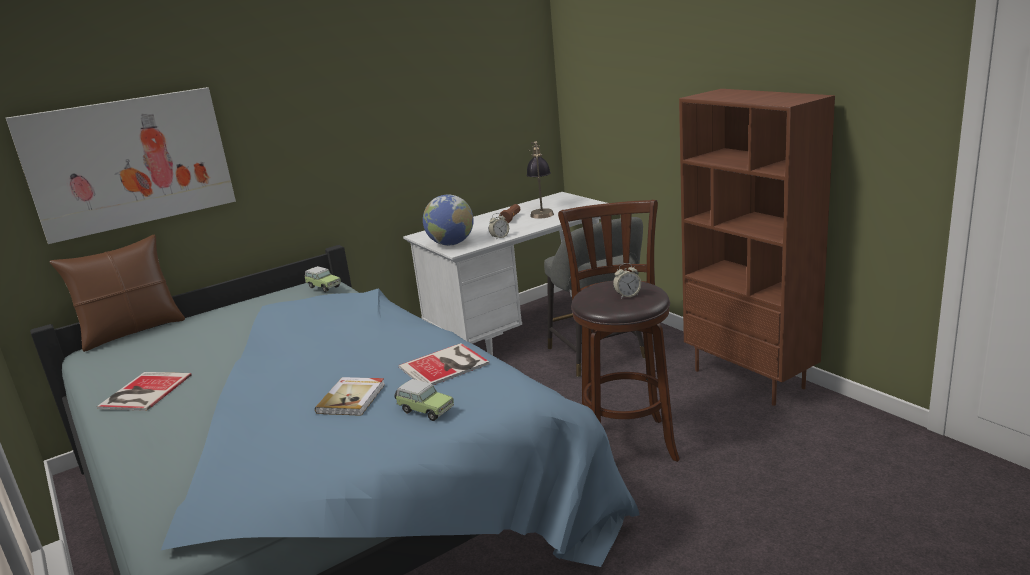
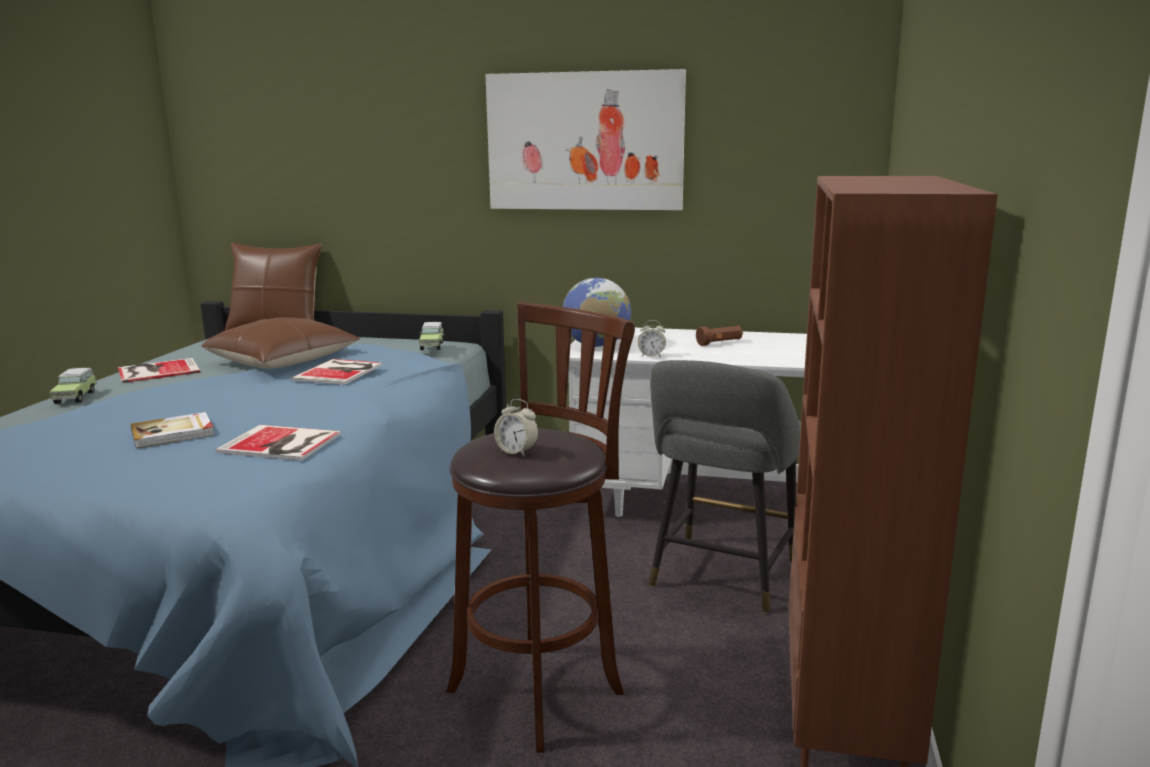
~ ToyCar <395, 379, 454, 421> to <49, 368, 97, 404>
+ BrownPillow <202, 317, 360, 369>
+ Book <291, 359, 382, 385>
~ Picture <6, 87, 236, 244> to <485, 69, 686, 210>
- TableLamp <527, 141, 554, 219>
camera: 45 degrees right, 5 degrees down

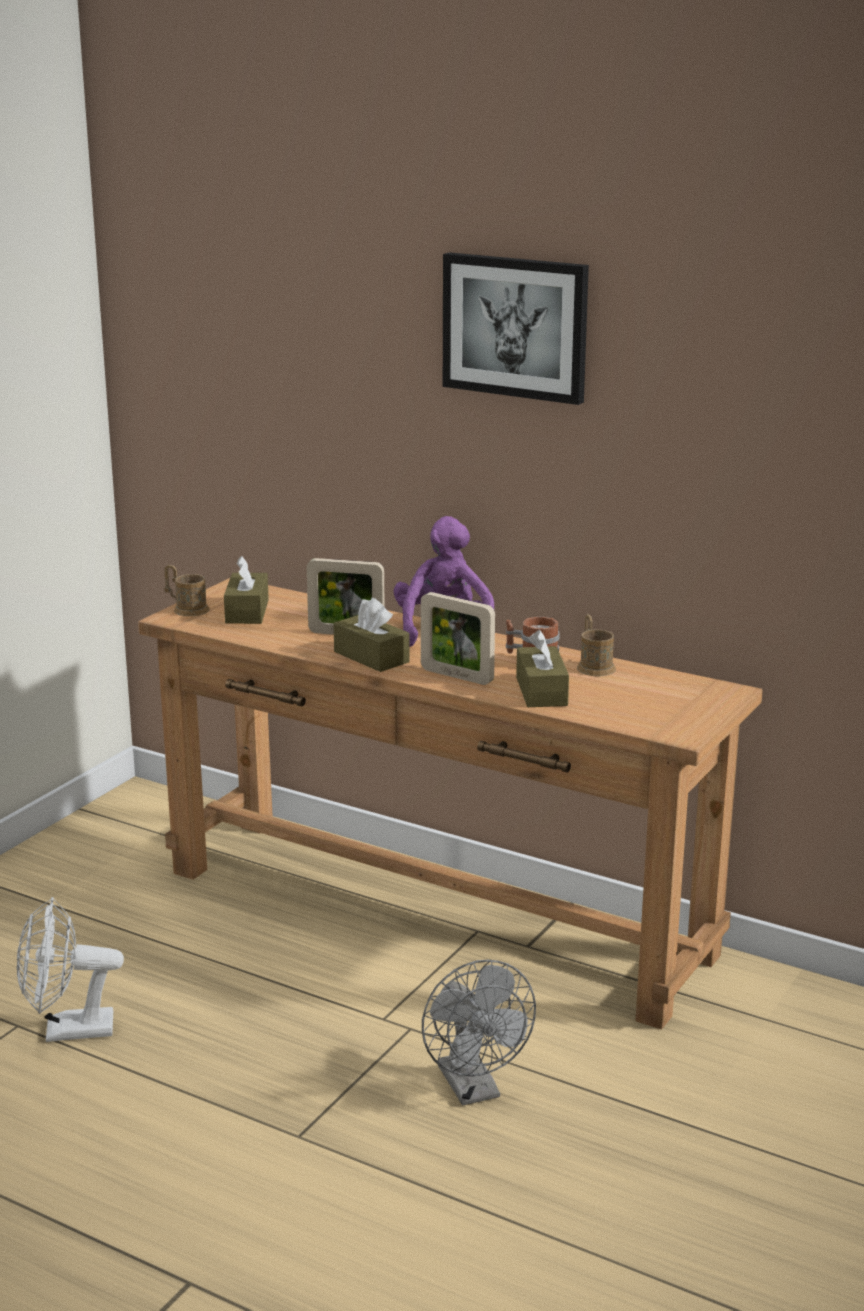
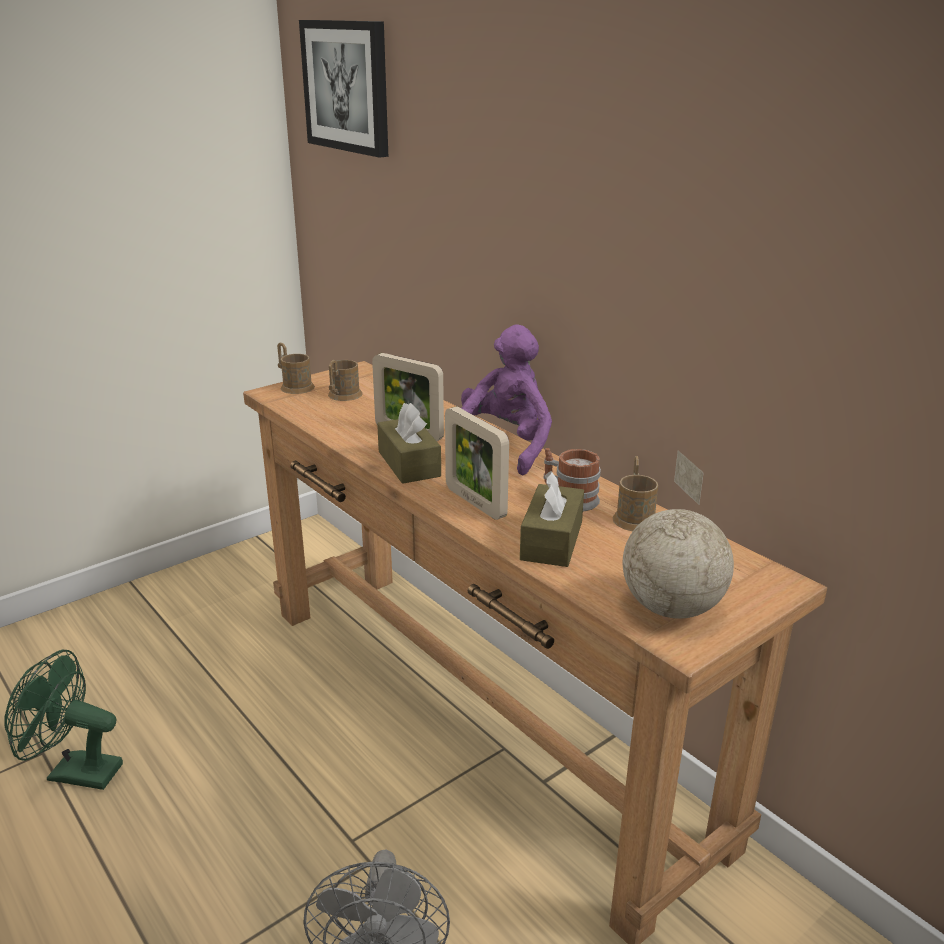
~ WhiteFan <17, 897, 124, 1042> to GreenFan <4, 650, 123, 790>
~ Picture <443, 252, 589, 405> to <299, 20, 388, 158>
~ BrownTissueBox <224, 556, 269, 624> to BrownMug <328, 360, 363, 401>
+ Globe <623, 451, 734, 619>
camera: 20 degrees right, 5 degrees up

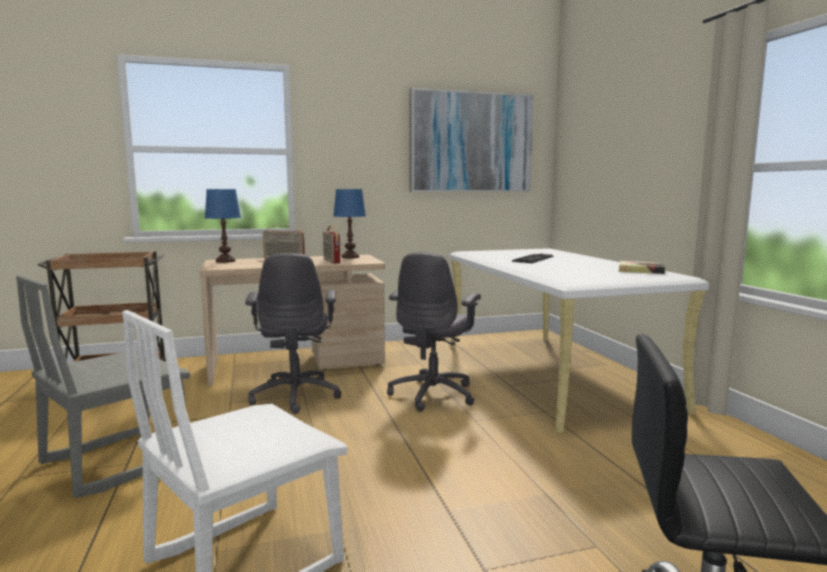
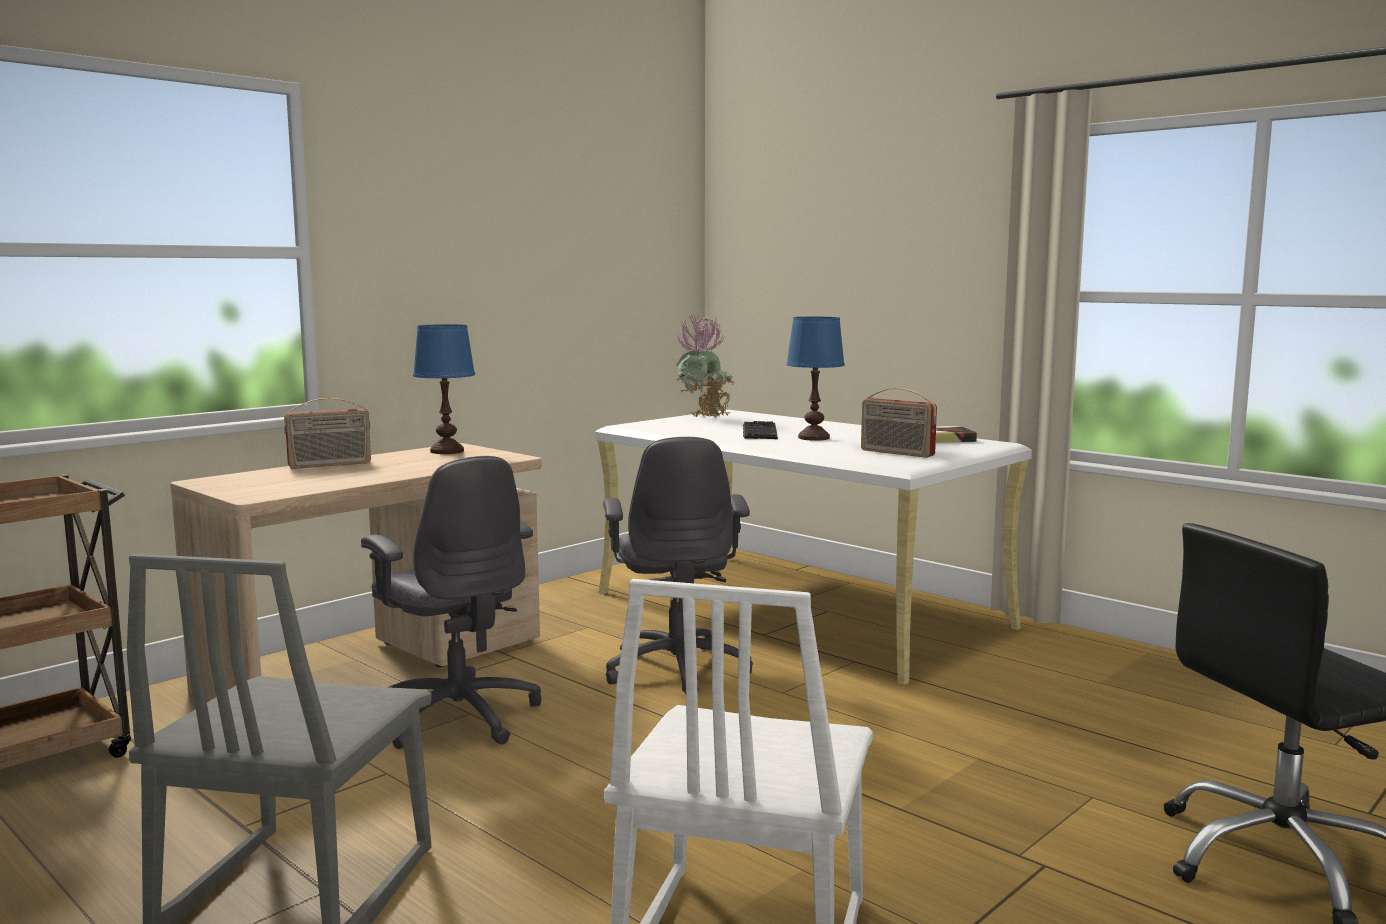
+ PottedPlant <674, 315, 735, 417>
~ BlueTableLamp <205, 189, 241, 263> to <786, 317, 845, 441>
~ Radio <323, 226, 341, 264> to <861, 388, 937, 458>
- Picture <409, 87, 534, 192>
camera: 30 degrees left, 0 degrees up

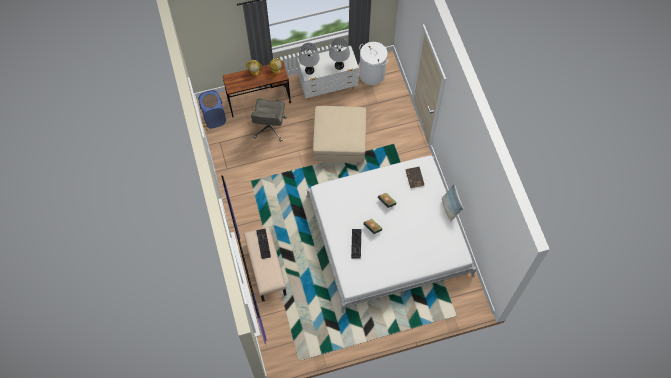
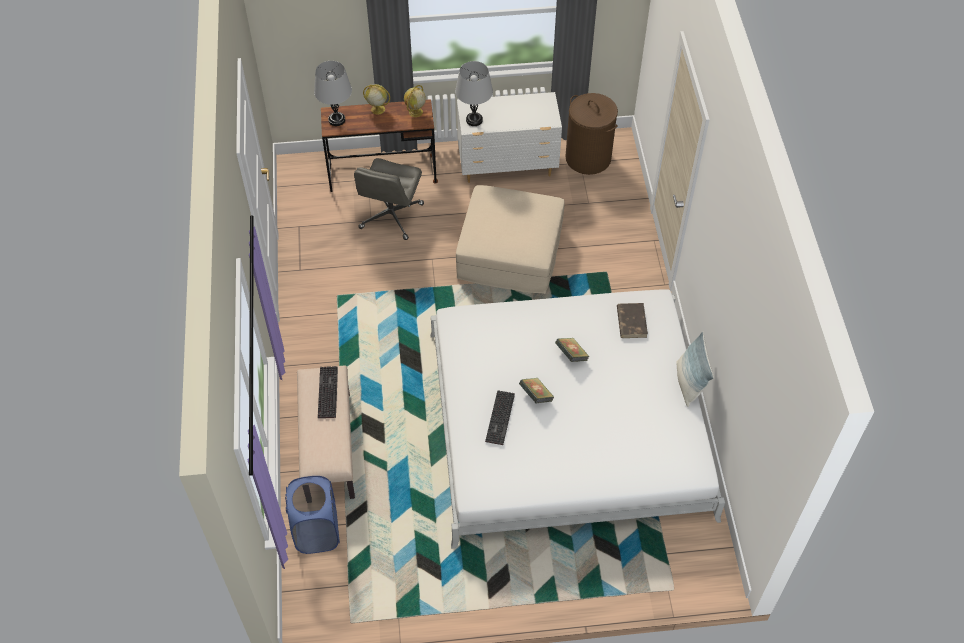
~ BlueLaundryBasket <198, 90, 226, 129> to <285, 476, 340, 554>
~ GreyTableLamp <329, 38, 350, 70> to <314, 61, 352, 126>
~ WhiteLaundryBasket <359, 42, 388, 85> to BrownLaundryBasket <565, 93, 618, 175>
camera: 10 degrees right, 10 degrees down

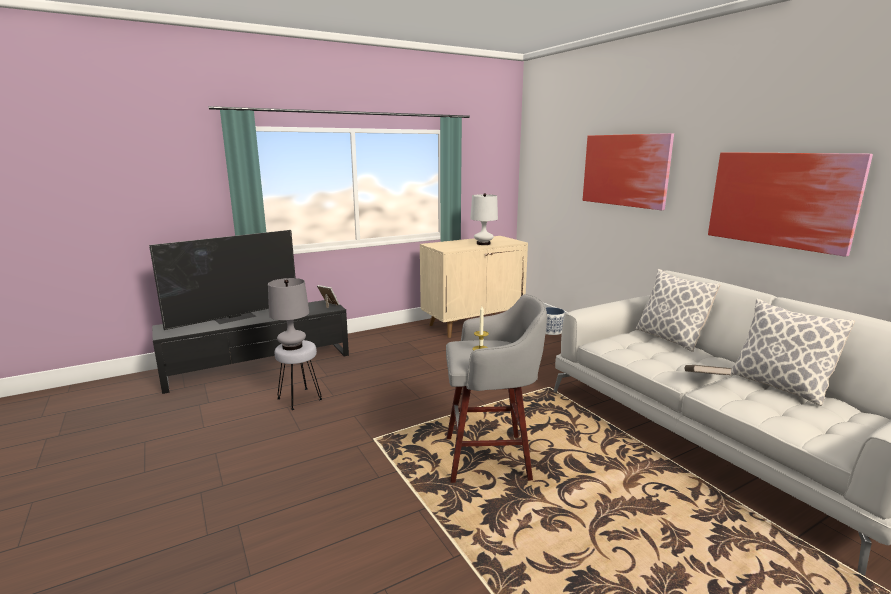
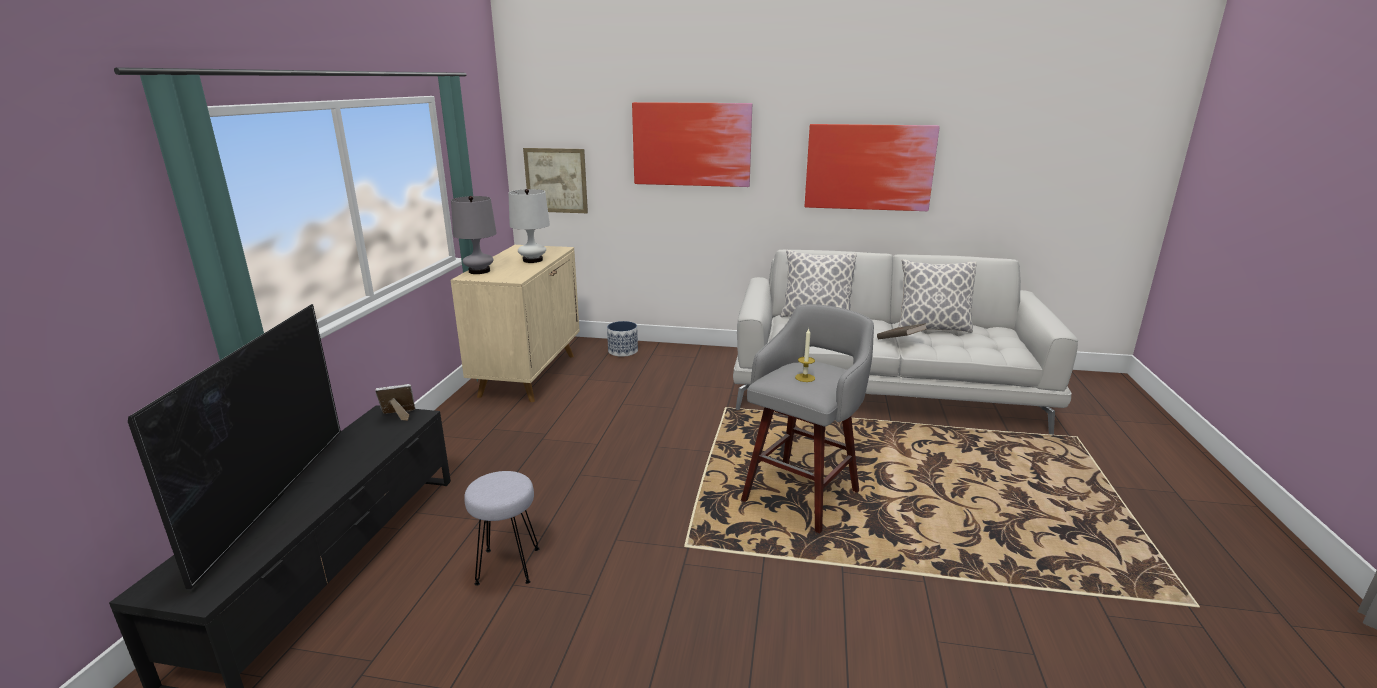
~ GreyTableLamp <268, 278, 309, 350> to <451, 196, 497, 274>
+ Picture <523, 148, 588, 213>
camera: 50 degrees left, 5 degrees up

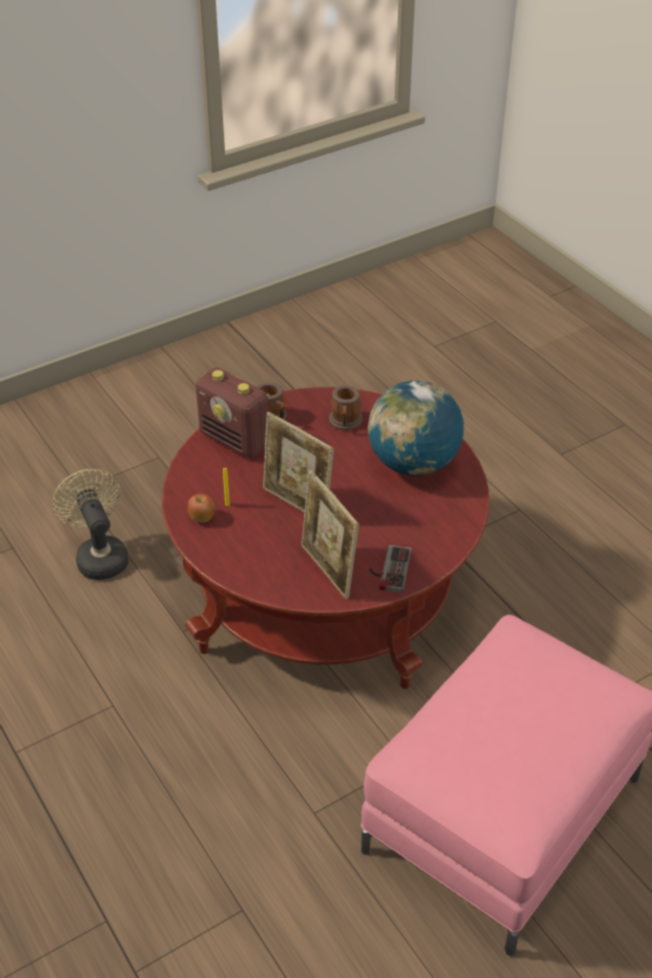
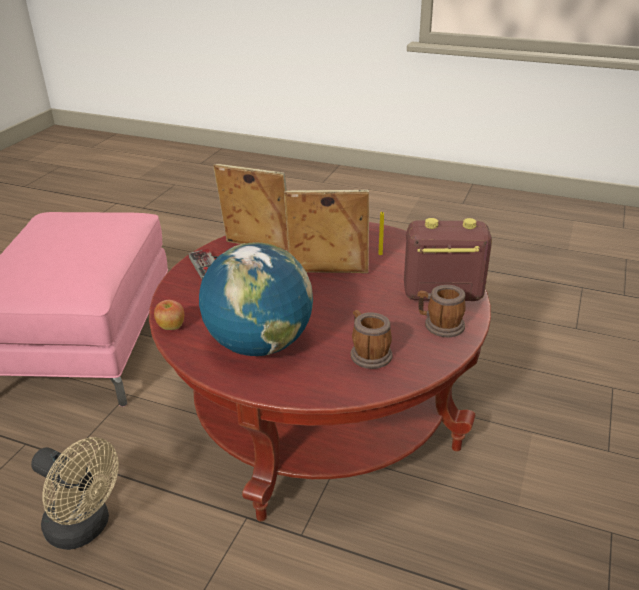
~ BeigeFan <52, 469, 129, 580> to <31, 437, 119, 550>
~ Apple <188, 494, 215, 523> to <154, 300, 184, 330>
camera: 145 degrees right, 10 degrees down

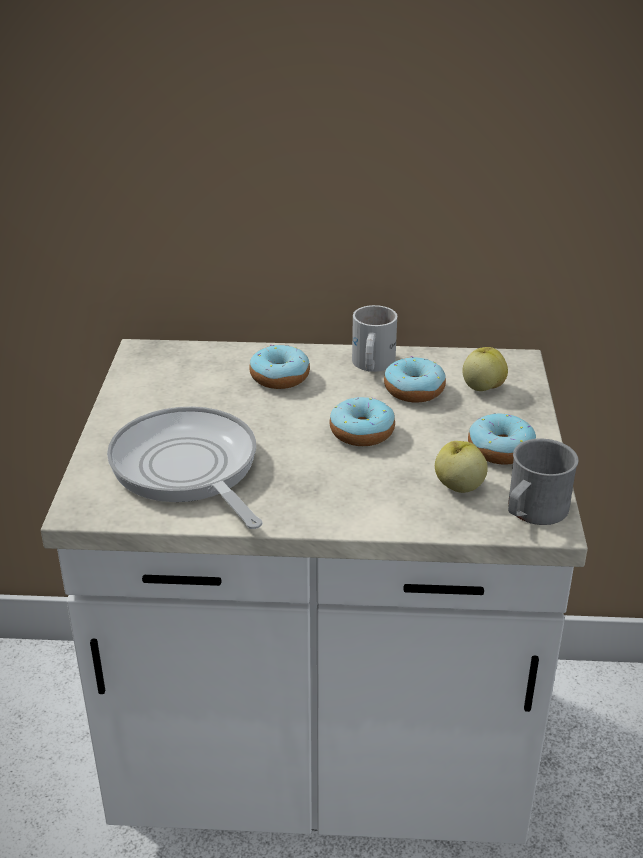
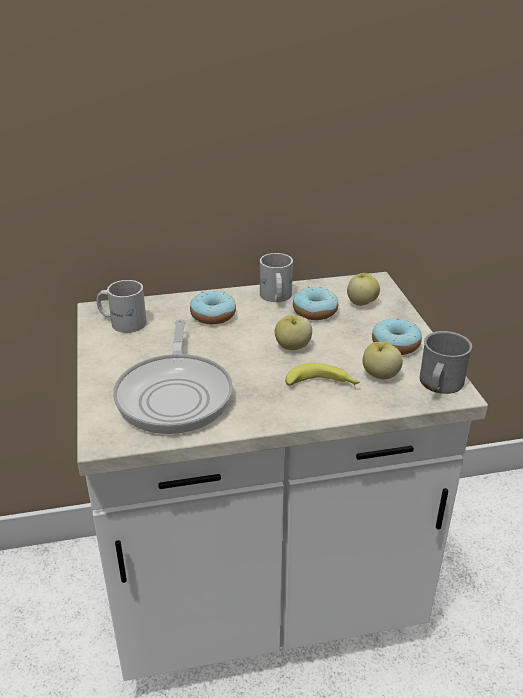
+ WhiteMug <97, 280, 147, 333>
~ FryingPan <107, 406, 262, 529> = <113, 319, 233, 434> 135 degrees counterclockwise
~ Donut <329, 397, 395, 446> to Apple <275, 315, 312, 350>
+ Banana <285, 363, 360, 386>
camera: 15 degrees left, 0 degrees up

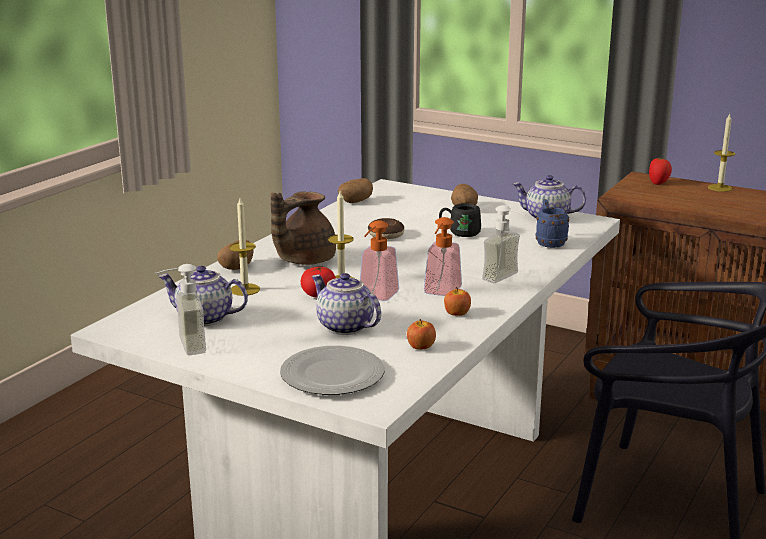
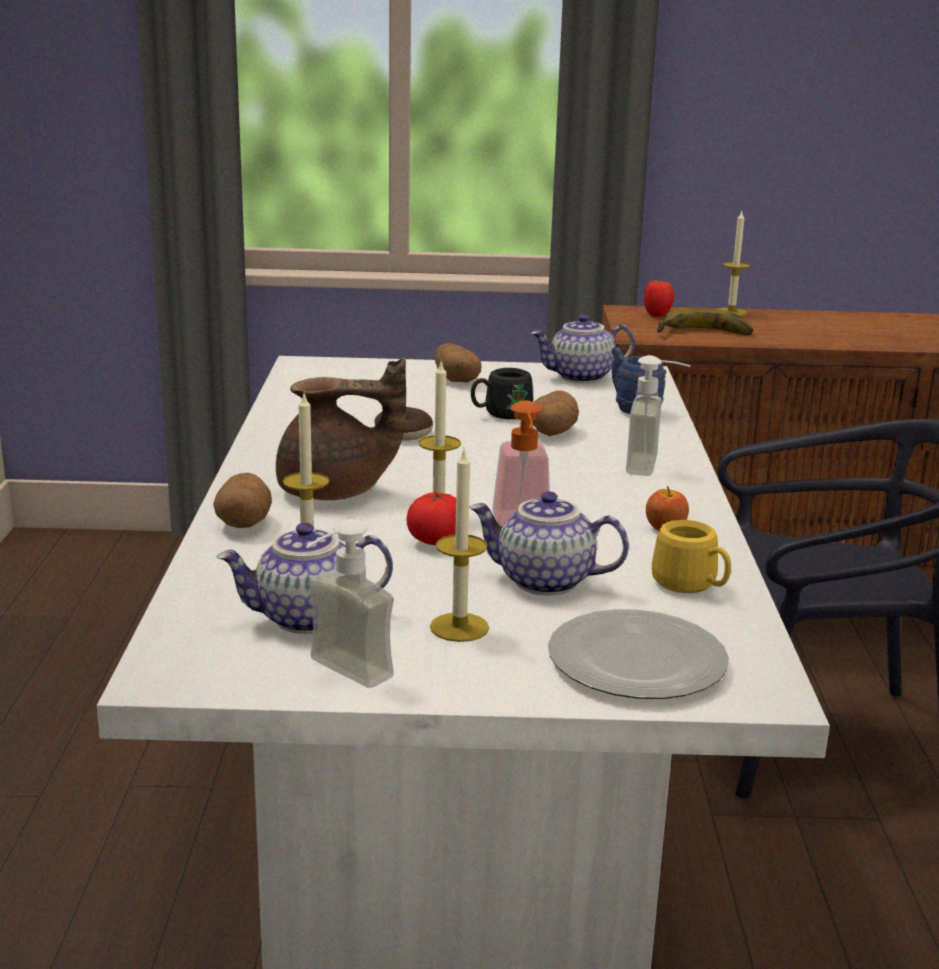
~ BrownTeapot <271, 191, 336, 265> = <276, 357, 406, 500> 105 degrees counterclockwise
+ Candle <430, 450, 489, 642>
~ Potato <338, 178, 373, 203> to <532, 391, 579, 436>
~ Apple <407, 319, 436, 350> to YellowMug <652, 520, 731, 593>
+ Banana <657, 308, 753, 335>
- SoapDispenser <424, 217, 462, 296>
camera: 30 degrees left, 0 degrees up

